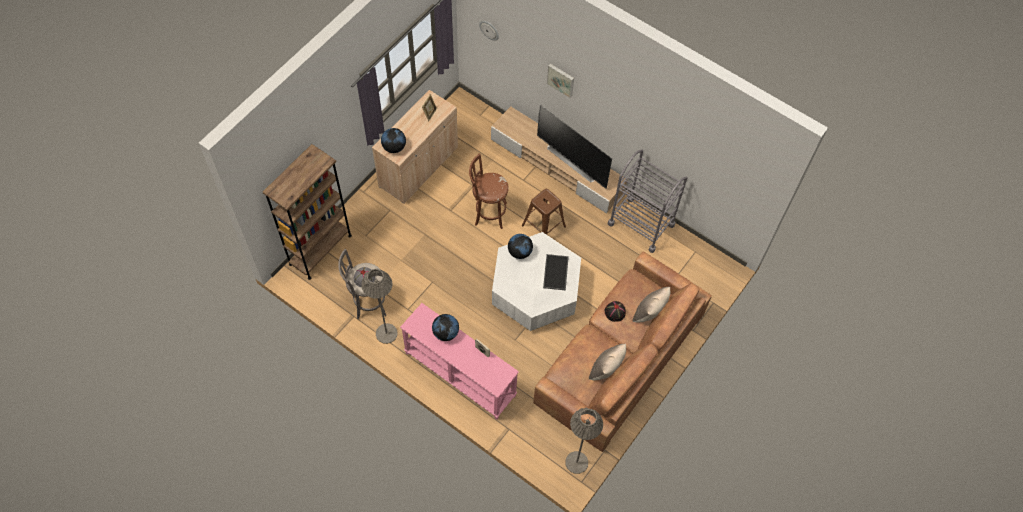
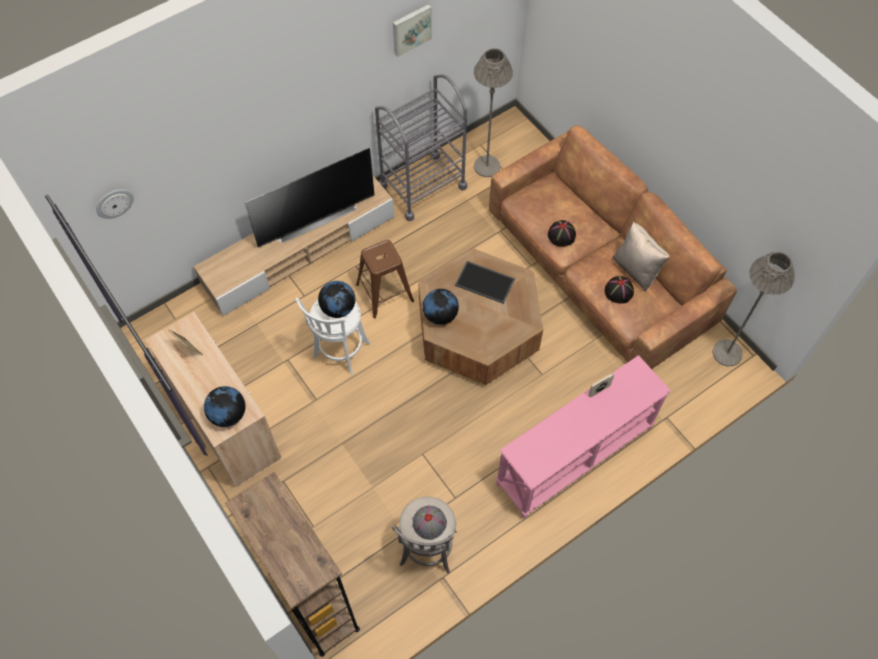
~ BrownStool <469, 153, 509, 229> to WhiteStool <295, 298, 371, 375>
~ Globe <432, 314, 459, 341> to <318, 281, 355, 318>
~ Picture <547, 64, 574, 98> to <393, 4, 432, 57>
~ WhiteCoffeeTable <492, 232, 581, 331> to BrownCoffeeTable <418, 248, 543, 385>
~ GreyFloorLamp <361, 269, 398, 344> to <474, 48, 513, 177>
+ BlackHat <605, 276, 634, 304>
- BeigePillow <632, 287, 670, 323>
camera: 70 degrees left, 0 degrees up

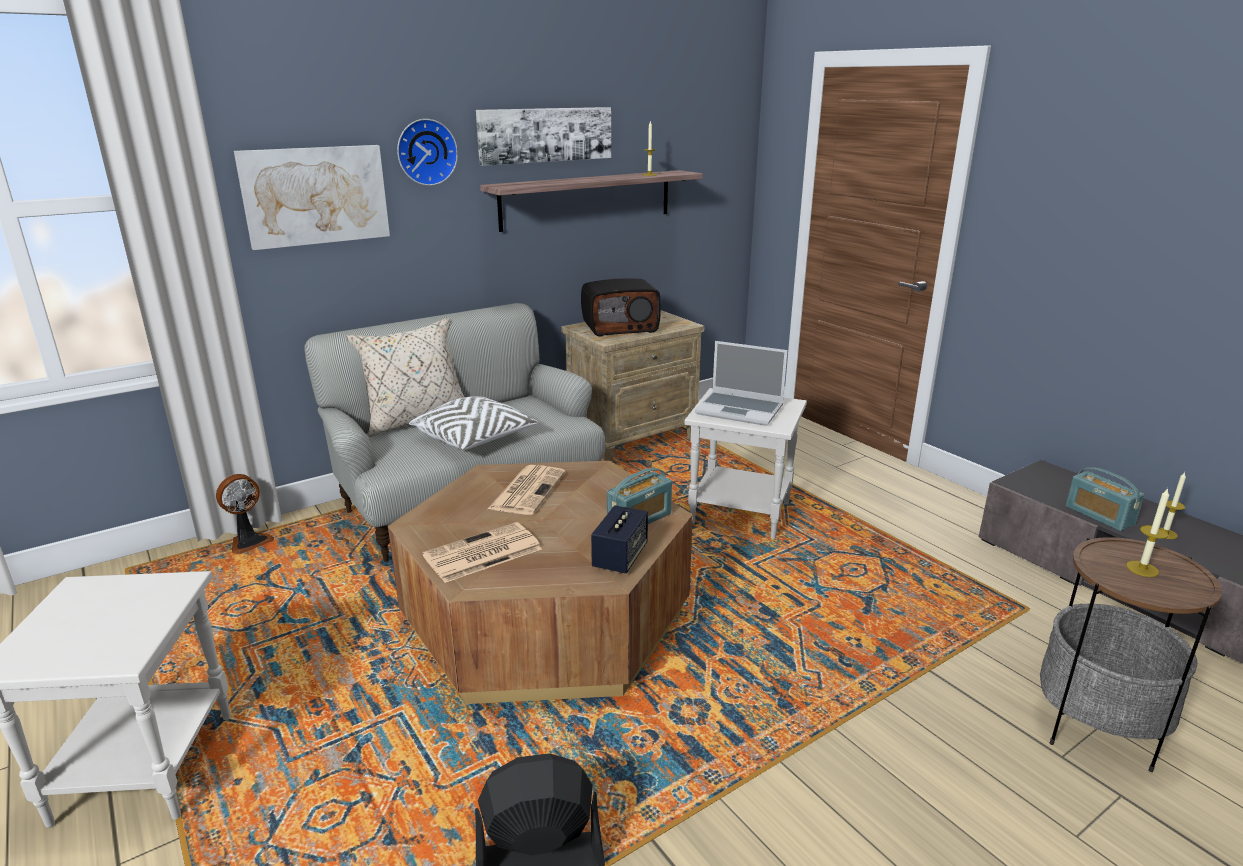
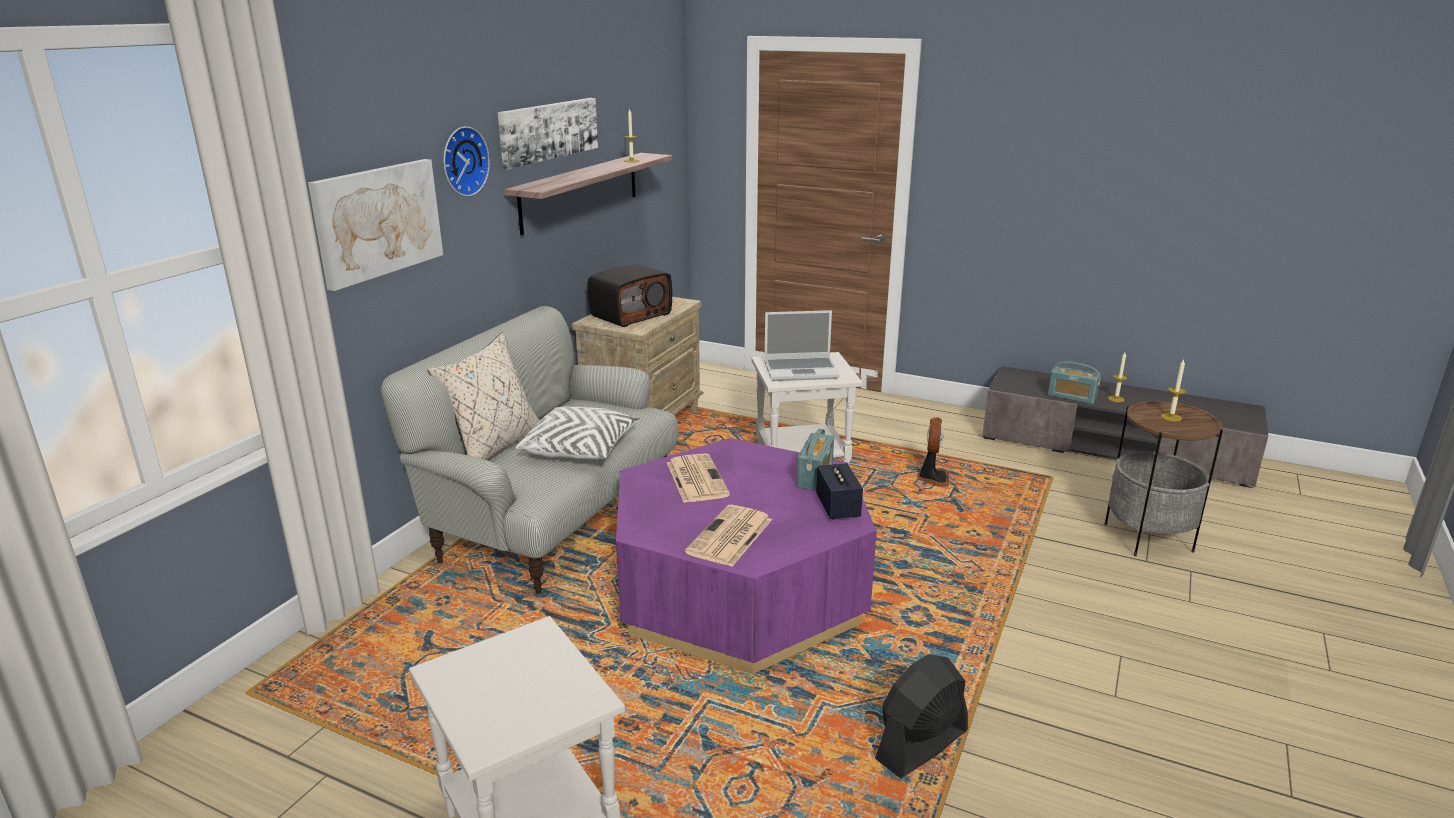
~ BrownCoffeeTable <388, 461, 693, 704> to PurpleCoffeeTable <616, 438, 877, 674>
~ Fan <216, 474, 274, 554> to <917, 418, 949, 487>
camera: 30 degrees left, 0 degrees up

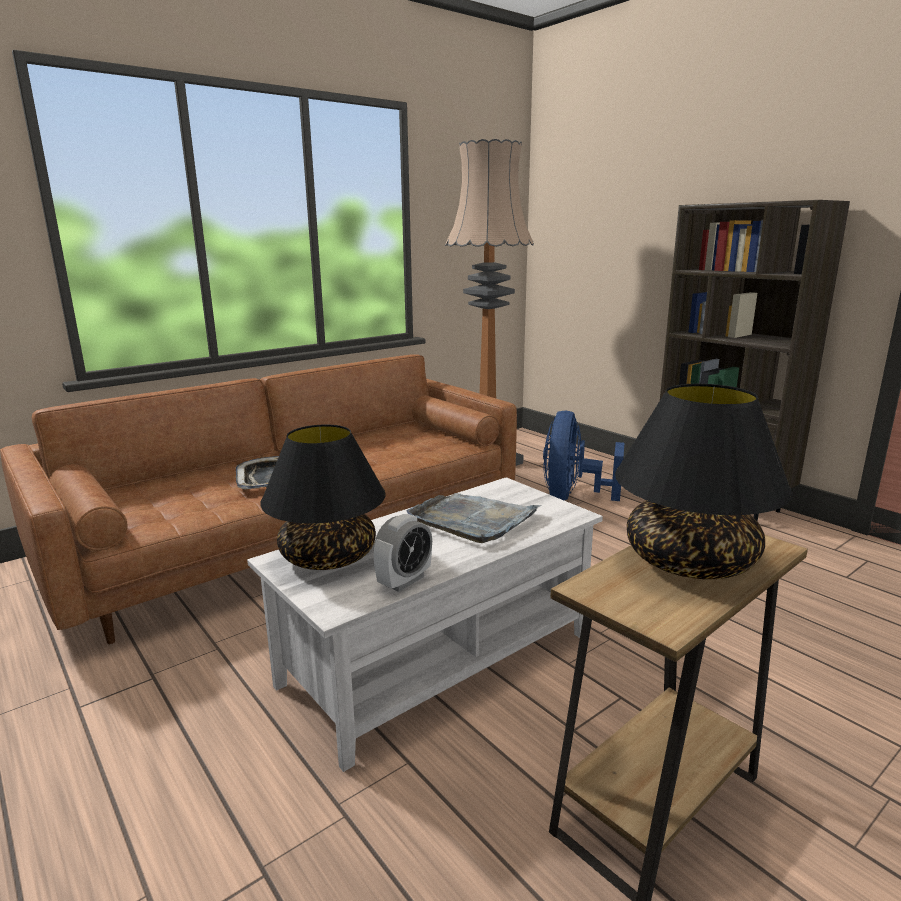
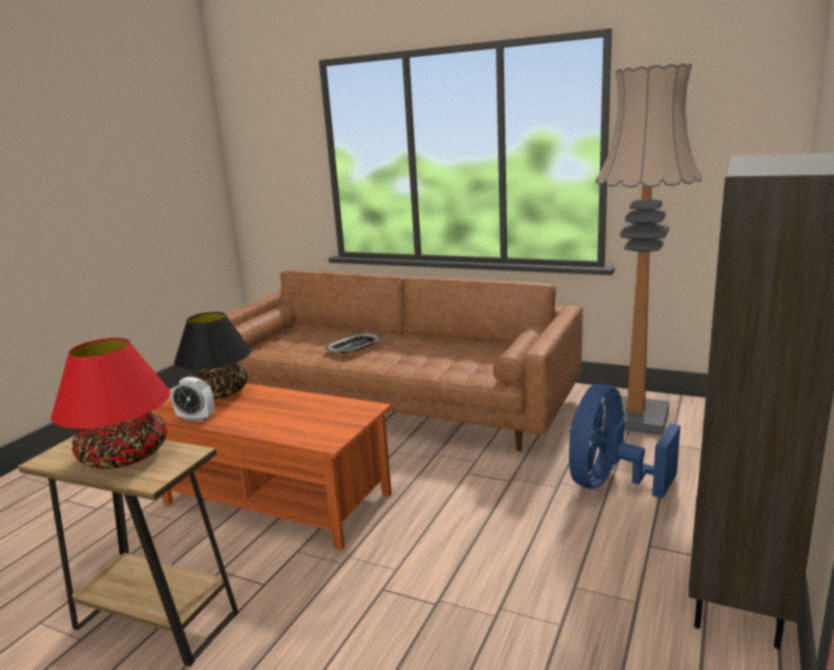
~ BlackTableLamp <615, 384, 793, 579> to RedTableLamp <51, 338, 170, 469>
~ WhiteCoffeeTable <247, 477, 603, 772> to OrangeCoffeeTable <151, 383, 392, 550>
~ BlueFan <543, 411, 624, 501> = <569, 384, 681, 498> 45 degrees counterclockwise
- GreyTray <407, 493, 542, 543>
camera: 65 degrees right, 0 degrees up

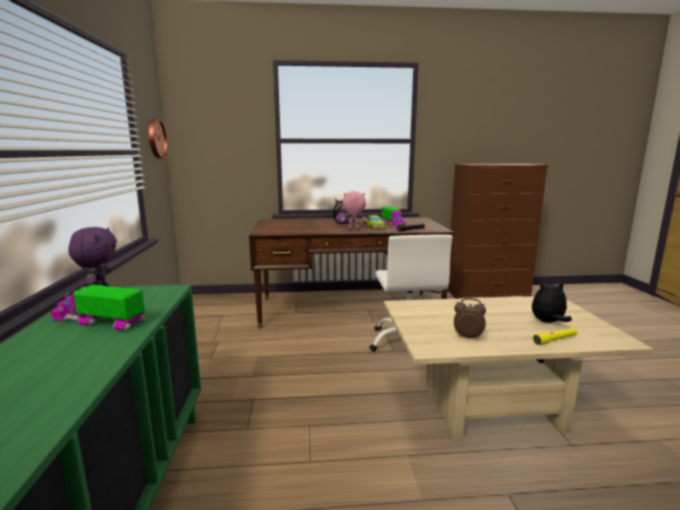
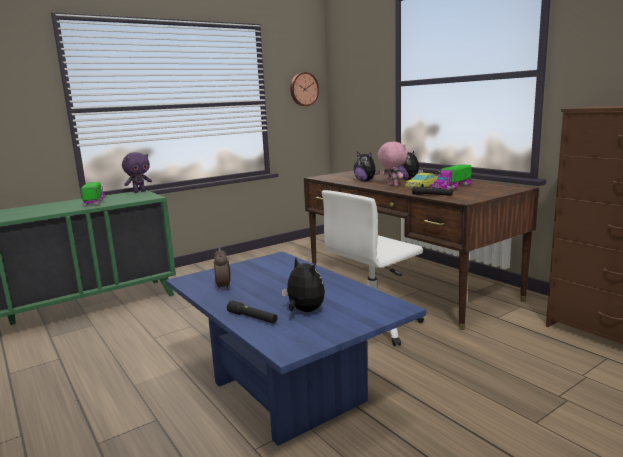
~ BeigeCoffeeTable <384, 296, 653, 440> to BlueCoffeeTable <166, 251, 426, 446>
~ YellowFlashlight <533, 328, 577, 346> to BlackFlashlight <227, 300, 277, 324>
+ PlushToy <354, 152, 380, 181>
camera: 60 degrees right, 0 degrees up

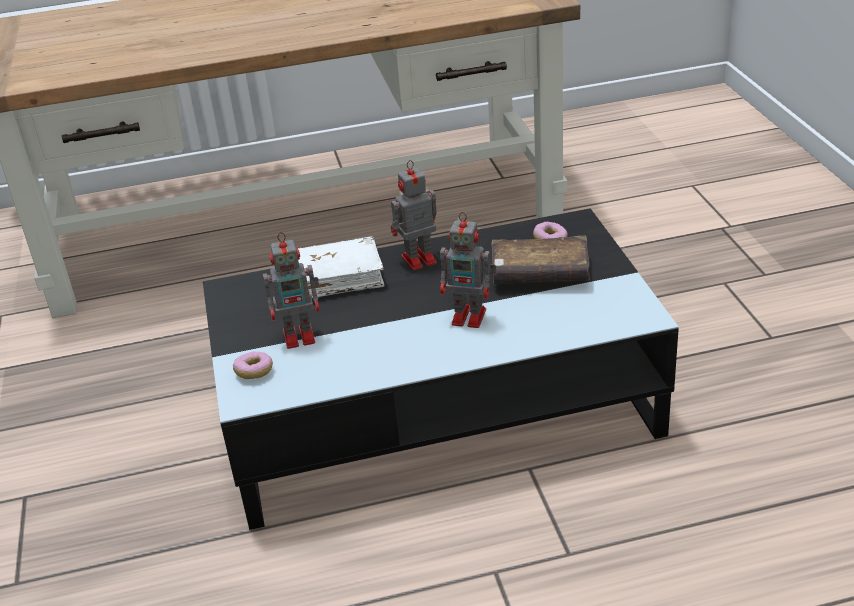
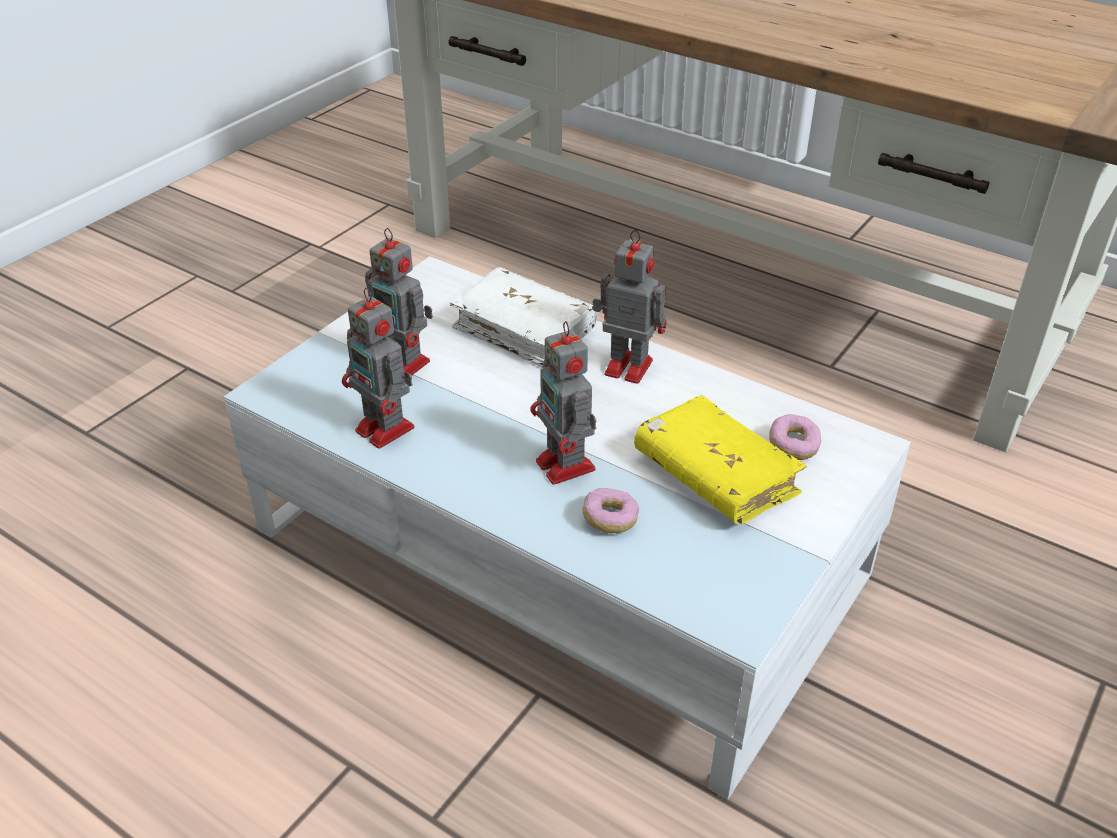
~ BlackCoffeeTable <203, 208, 679, 530> to WhiteCoffeeTable <224, 256, 911, 800>
+ ToyRobot <342, 288, 415, 449>
~ Donut <233, 352, 273, 379> to <582, 488, 639, 533>
~ BrownBook <492, 235, 590, 284> to YellowBook <634, 395, 807, 524>
camera: 45 degrees right, 5 degrees up

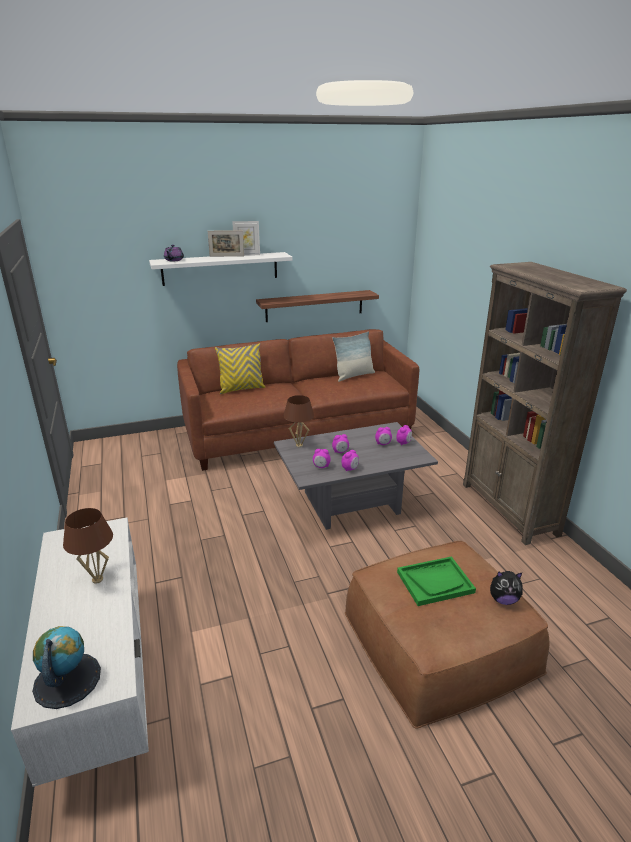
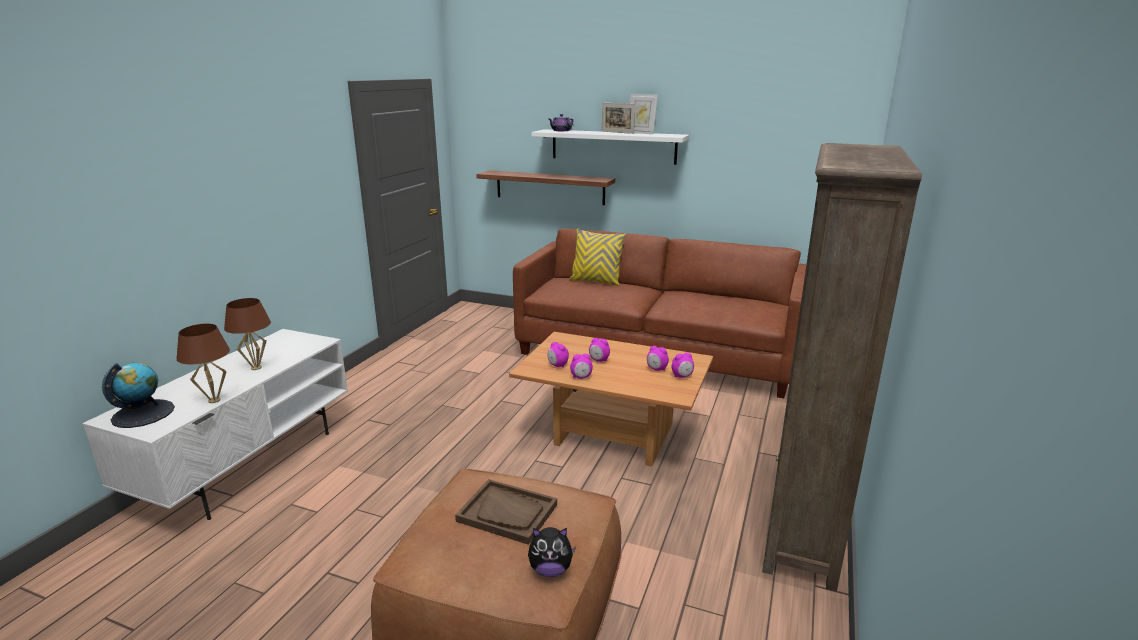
~ BrownTableLamp <284, 395, 314, 447> to <177, 324, 230, 403>
~ GreenTray <397, 556, 476, 606> to BrownTray <455, 479, 557, 545>
~ Shelf <256, 290, 379, 322> to <476, 170, 615, 205>
~ GreyCoffeeTable <274, 422, 438, 530> to BrownCoffeeTable <509, 332, 713, 467>
~ PlushToy <490, 571, 522, 605> = <528, 527, 576, 577> 45 degrees counterclockwise
- Pillow <332, 331, 375, 382>
camera: 40 degrees right, 5 degrees down

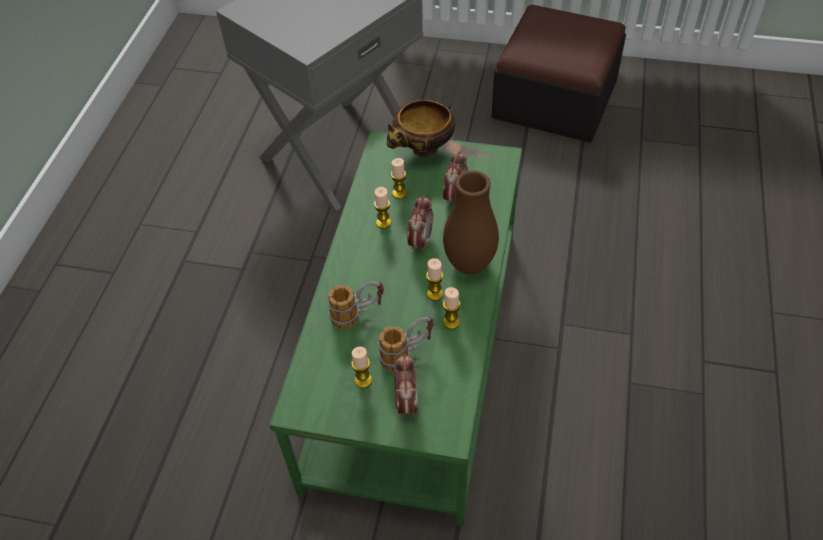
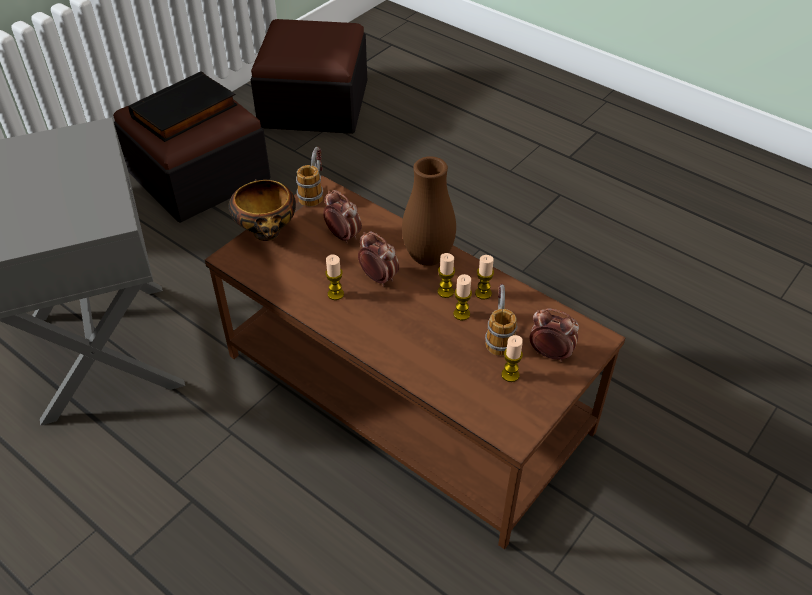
+ BlackBook <128, 71, 237, 142>
~ GreenCoffeeTable <269, 131, 522, 526> to BrownCoffeeTable <205, 175, 625, 549>
+ Ottoman <250, 19, 367, 134>
~ Mug <328, 281, 384, 329> to <296, 147, 323, 207>
~ Candle <391, 158, 407, 199> to <453, 274, 472, 320>
camera: 65 degrees left, 5 degrees down

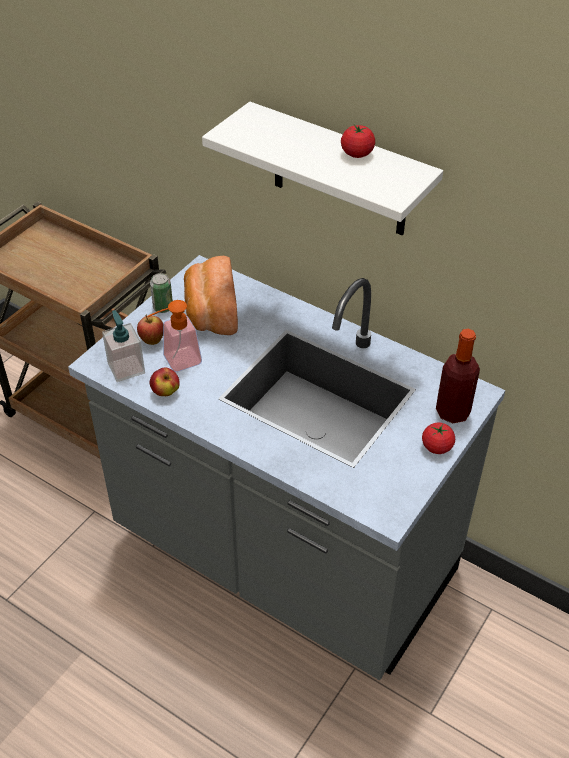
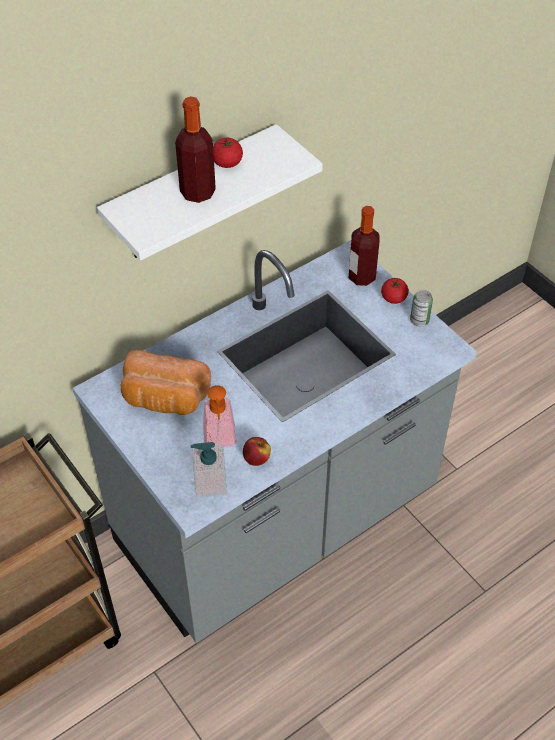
+ Bottle <175, 96, 216, 203>
~ Can <150, 273, 173, 313> to <410, 290, 433, 327>
- Apple <137, 315, 163, 345>
camera: 70 degrees left, 5 degrees up

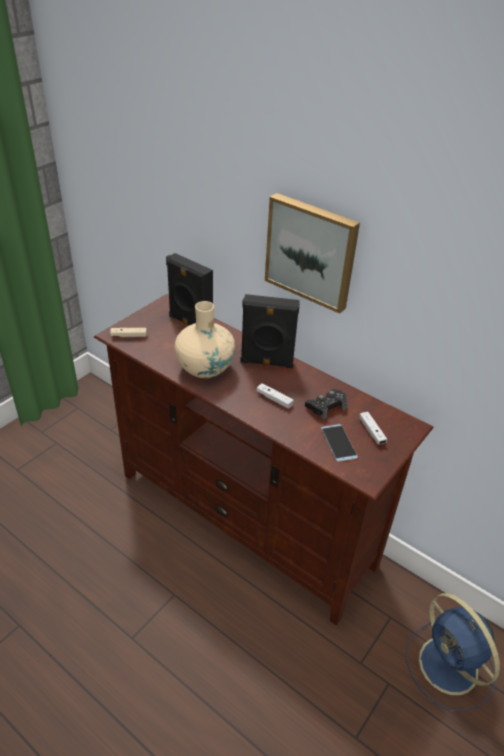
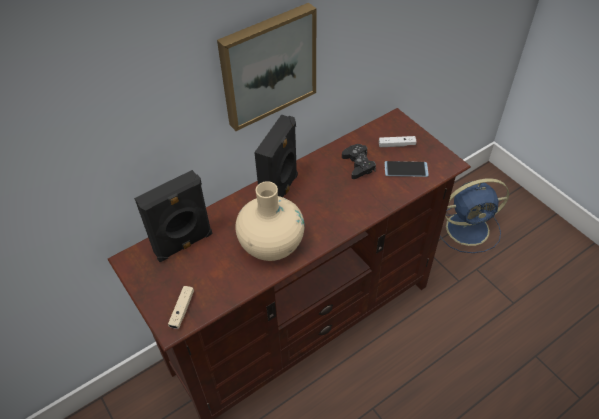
- WhiteGameController <256, 383, 293, 409>
camera: 70 degrees left, 10 degrees up

